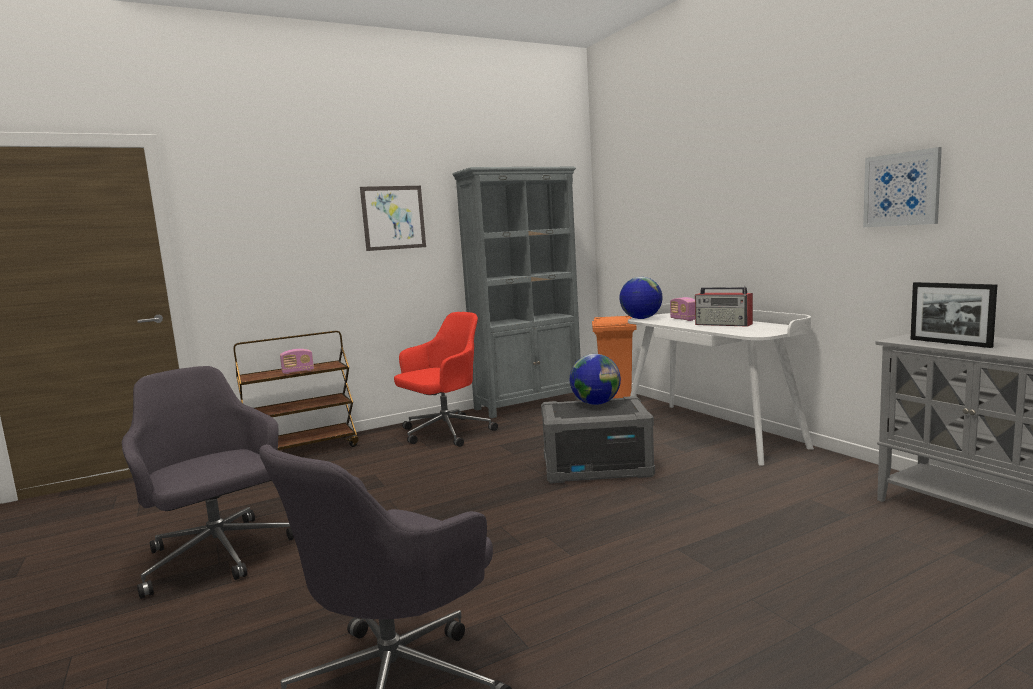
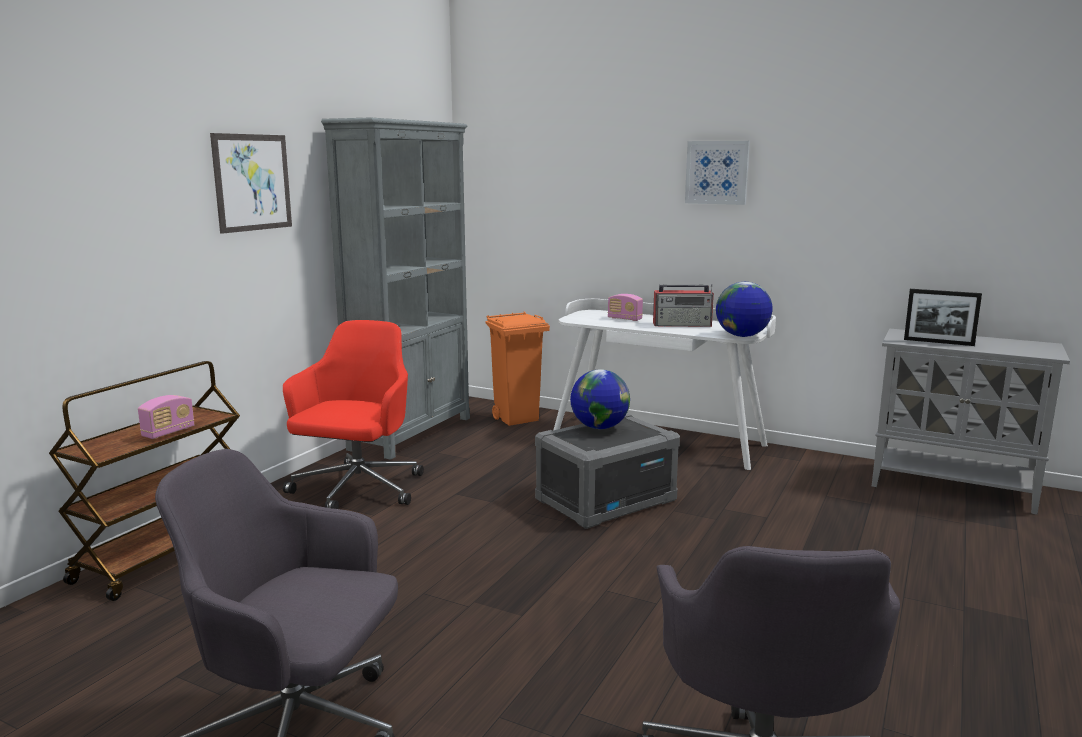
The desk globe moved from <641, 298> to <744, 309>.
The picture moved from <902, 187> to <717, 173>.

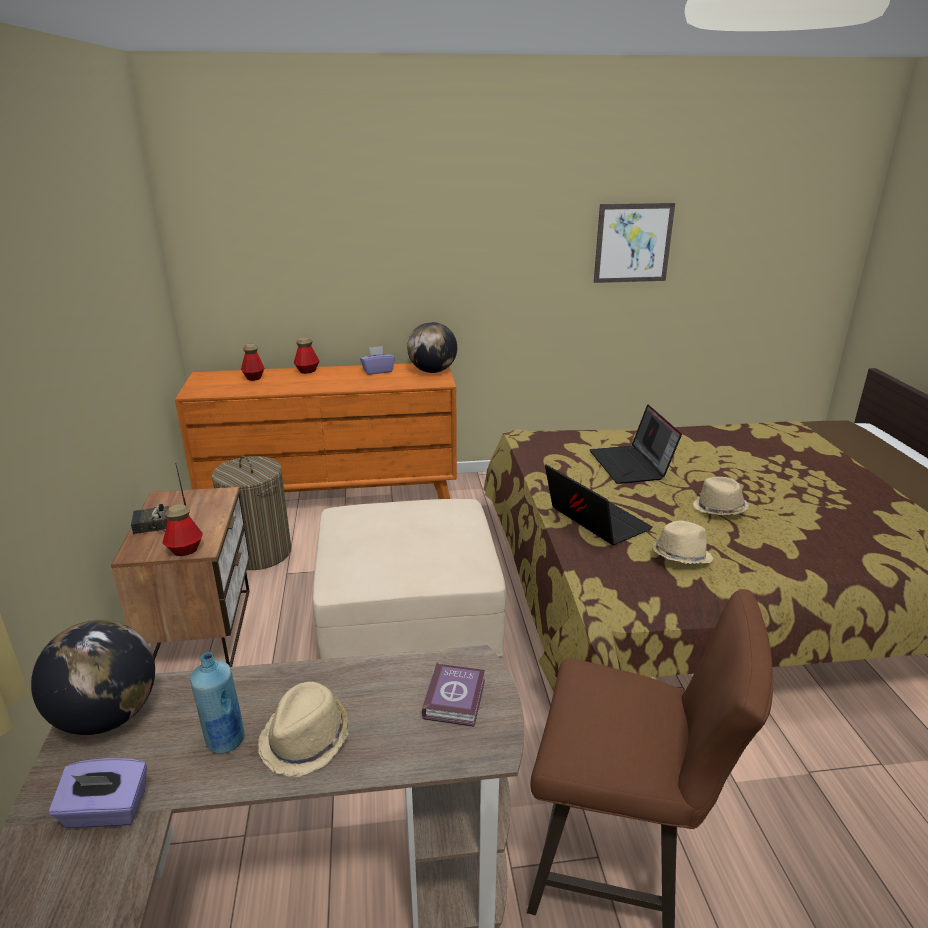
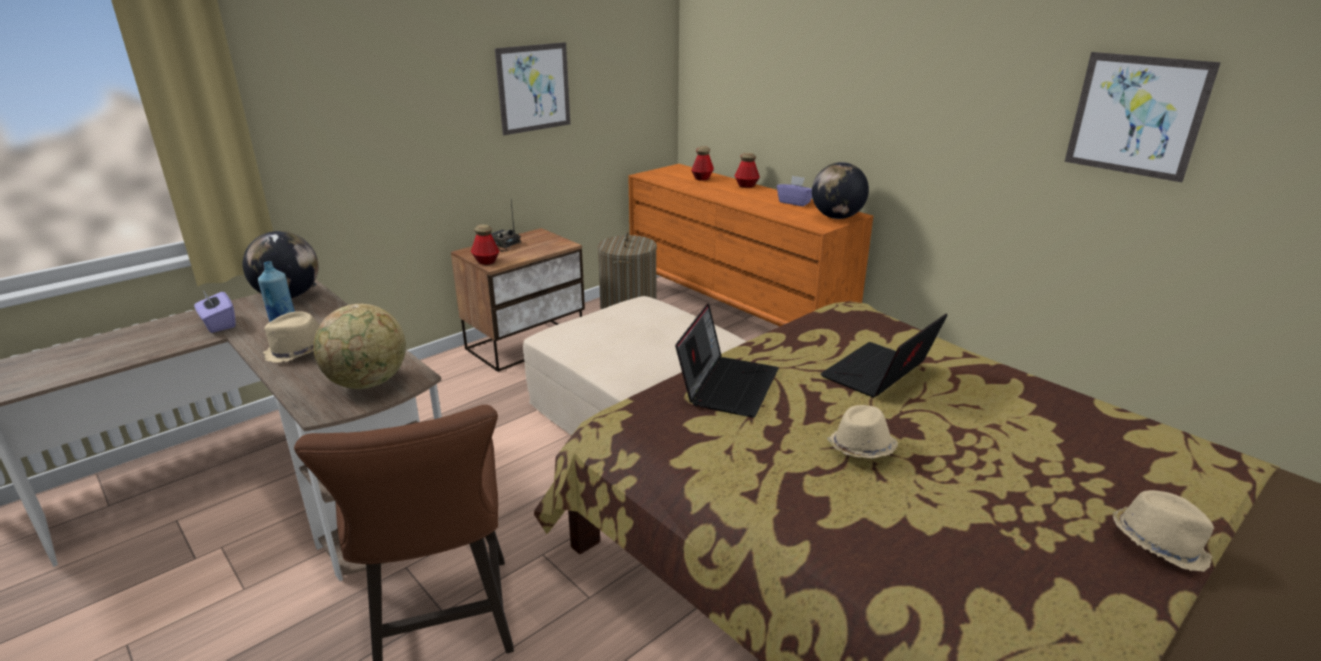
The bound book at <453, 694> was replaced by the desk globe at <359, 346>.
The wearable hat/beige-coloured moved from <683, 542> to <1163, 531>.
The picture at <532, 88> appeared.

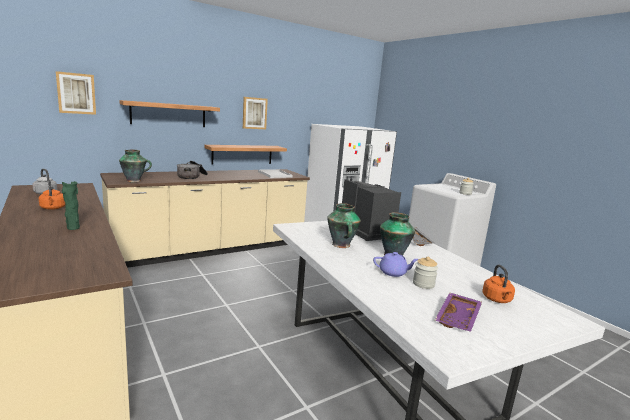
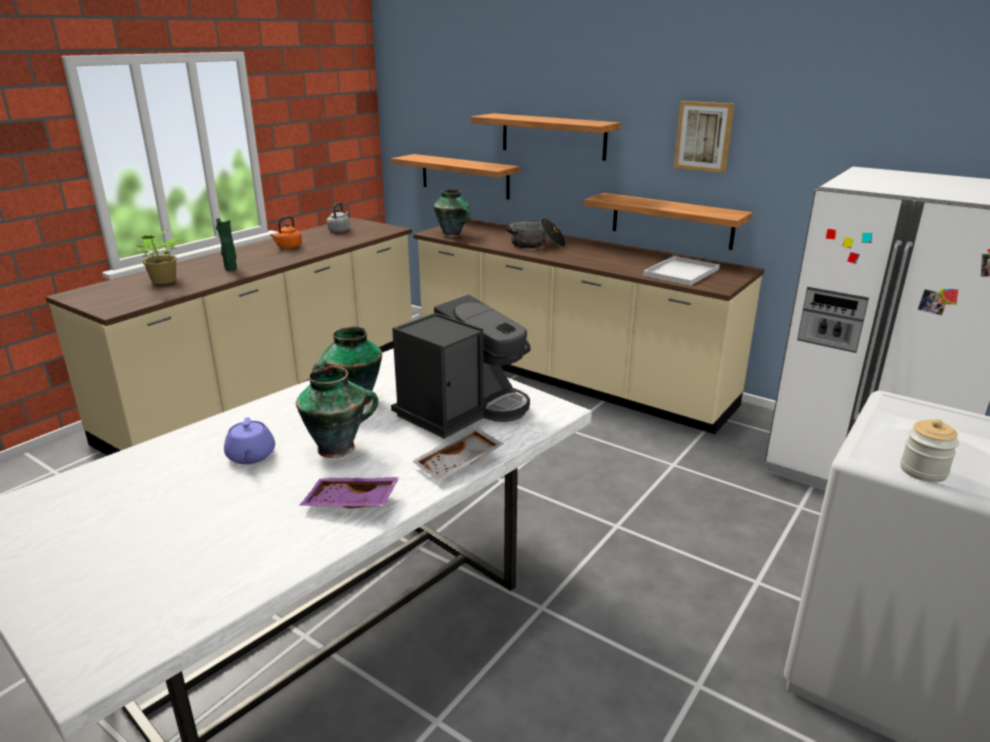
The picture at <76, 93> disappeared.
The preserve jar at <425, 273> disappeared.
The serving tray/purple-coloured moved from <458, 312> to <349, 493>.
The water kettle/orange-coloured at <498, 284> disappeared.
The potted plant at <159, 257> appeared.
The wall shelf at <455, 176> appeared.

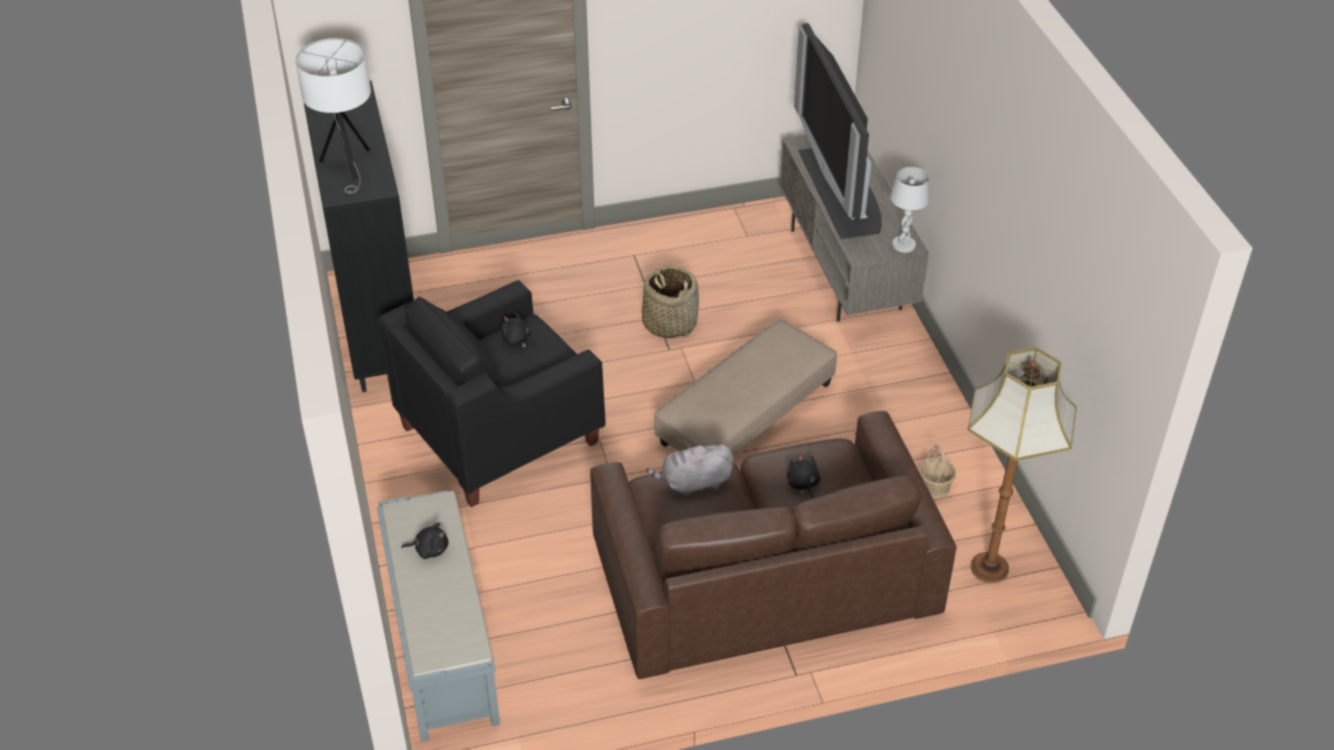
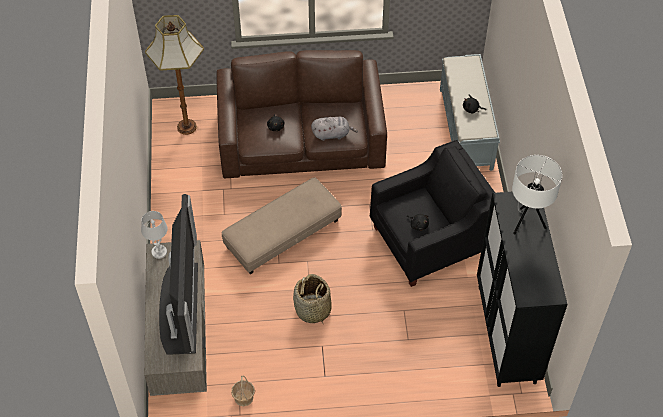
The storage basket moved from <937, 471> to <243, 390>.

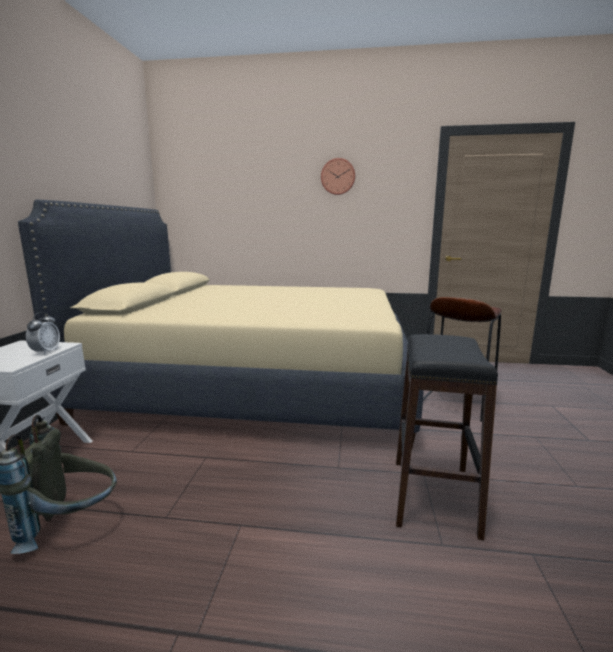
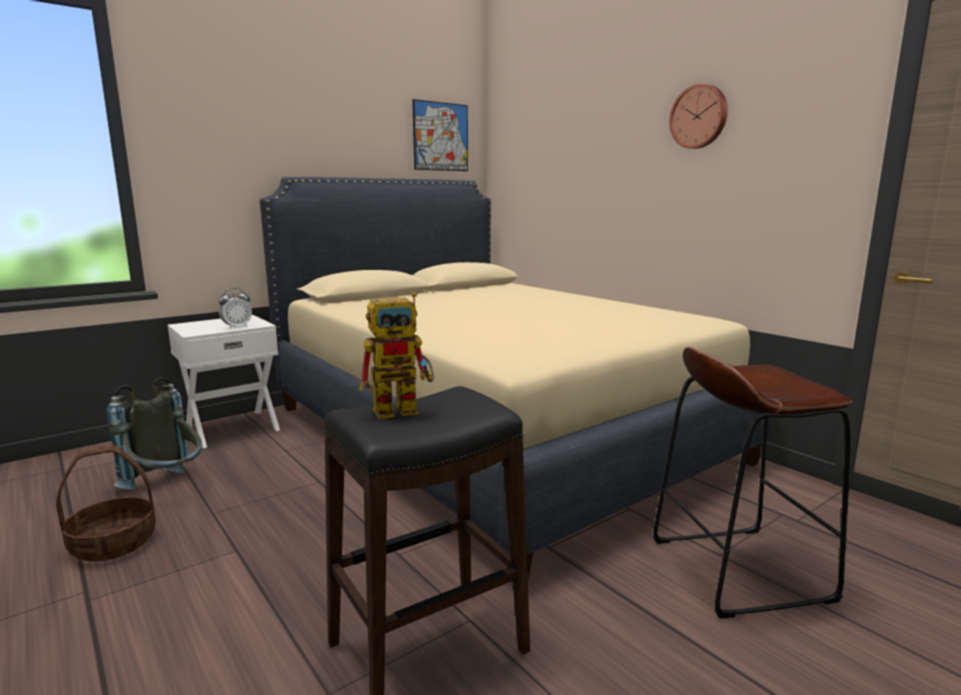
The storage basket at <106, 503> appeared.
The robot figure at <396, 355> appeared.
The picture at <440, 135> appeared.

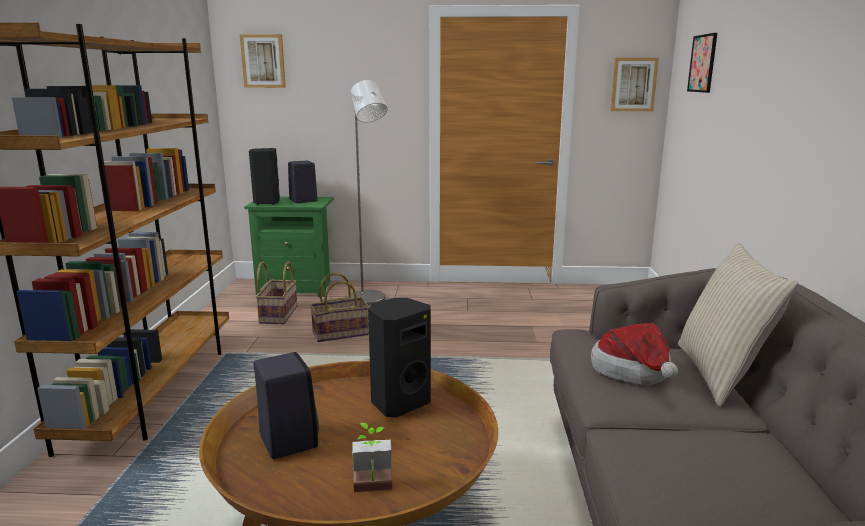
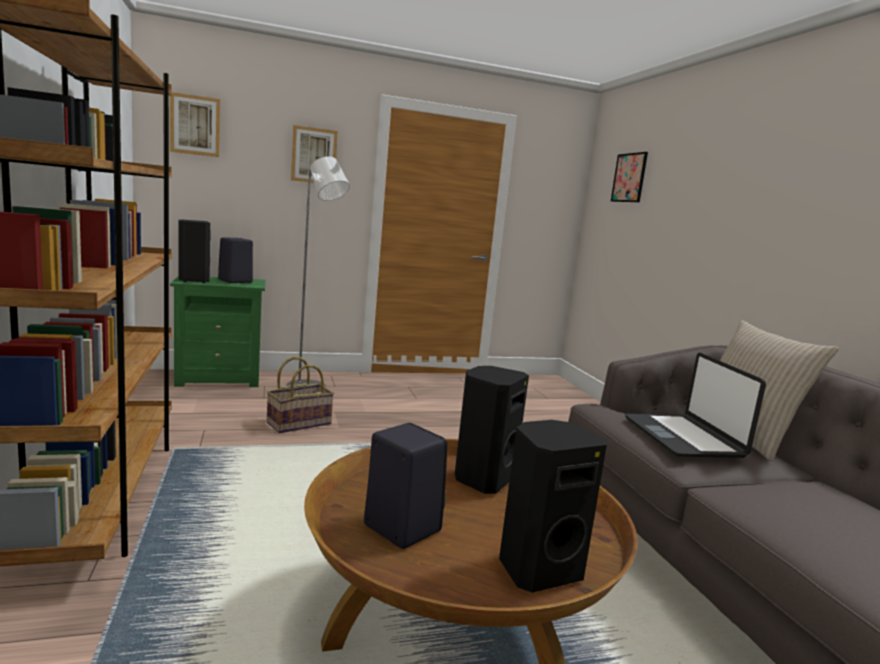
The storage basket at <276, 292> disappeared.
The potted plant at <372, 457> was replaced by the audio speaker/blackish at <553, 506>.
The wearable hat at <634, 354> was replaced by the notebook computer at <695, 405>.
The picture moved from <634, 84> to <314, 154>.

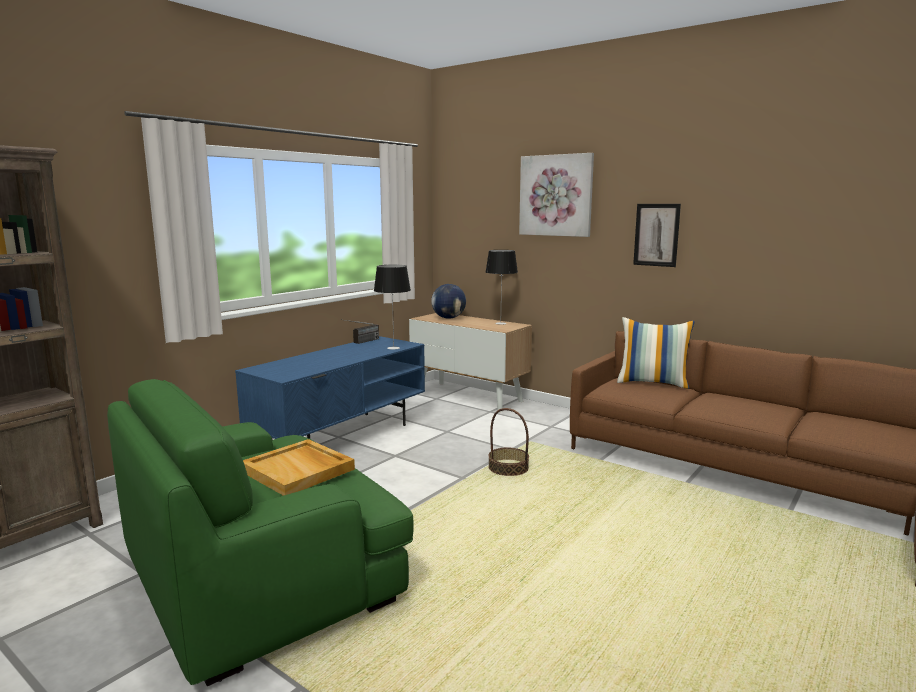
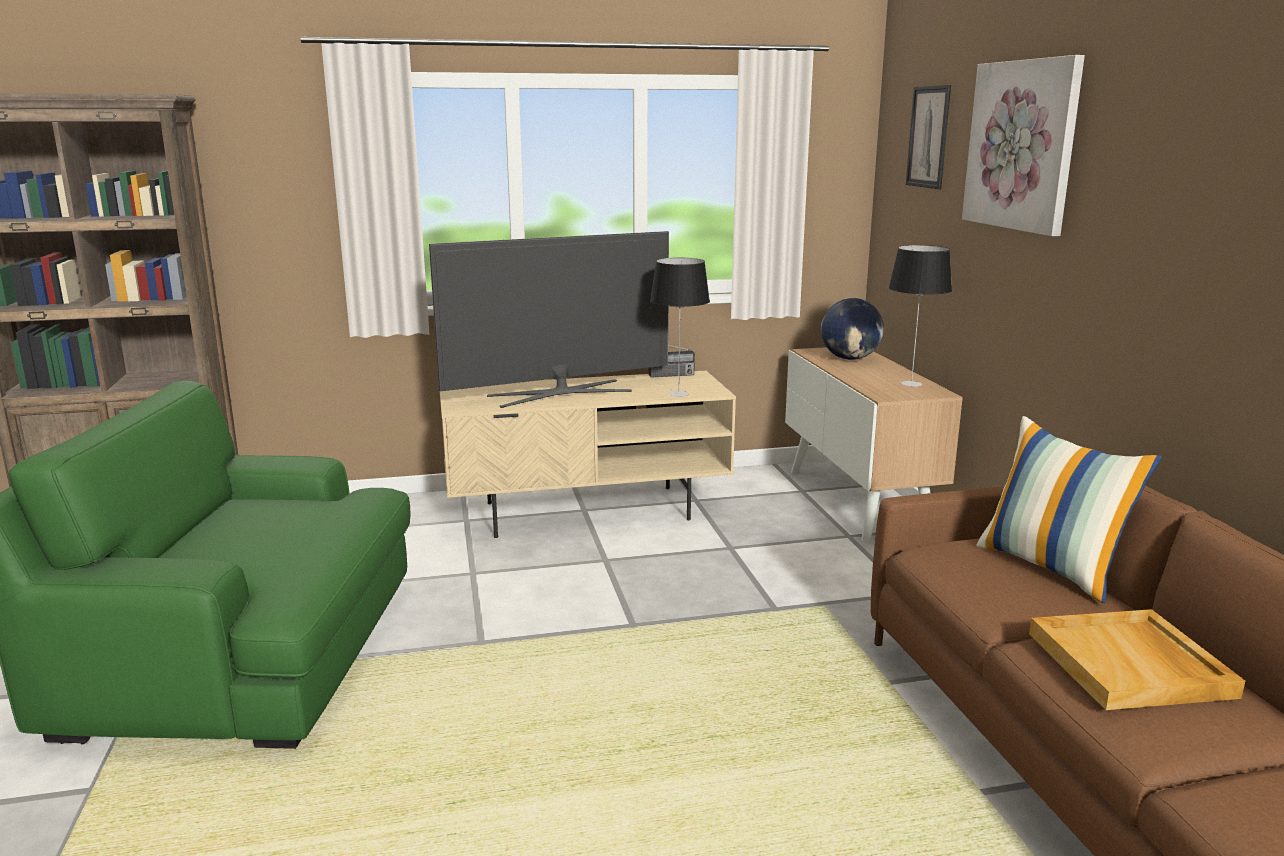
The tv stand/blue at <330, 388> became the tv stand/beige-coloured at <588, 454>.
The serving tray/beige-coloured moved from <299, 467> to <1137, 659>.
The storage basket at <508, 442> disappeared.
The picture moved from <657, 235> to <928, 137>.
The TV at <549, 319> appeared.

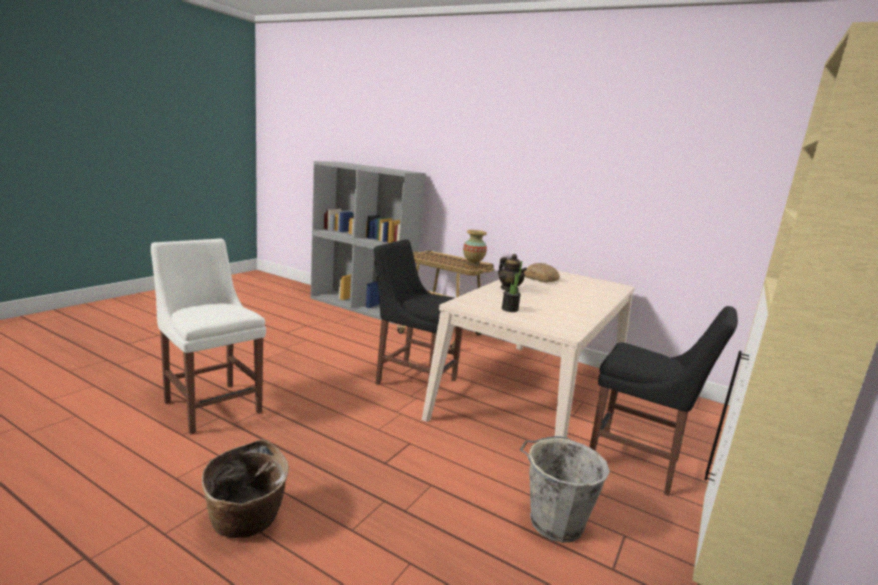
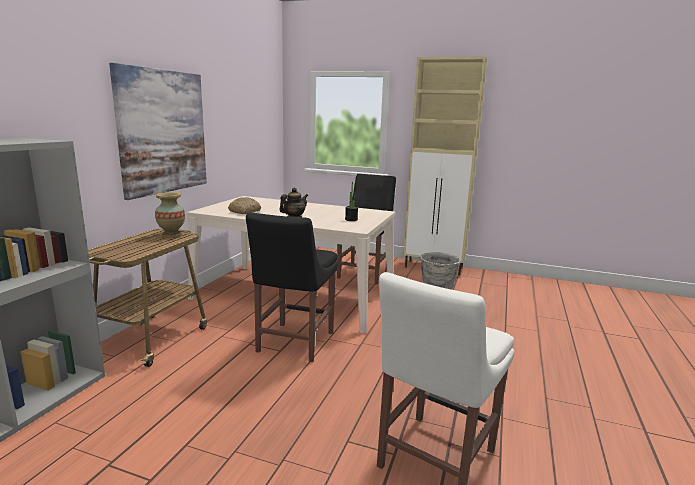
The storage basket at <245, 488> disappeared.
The picture at <158, 131> appeared.

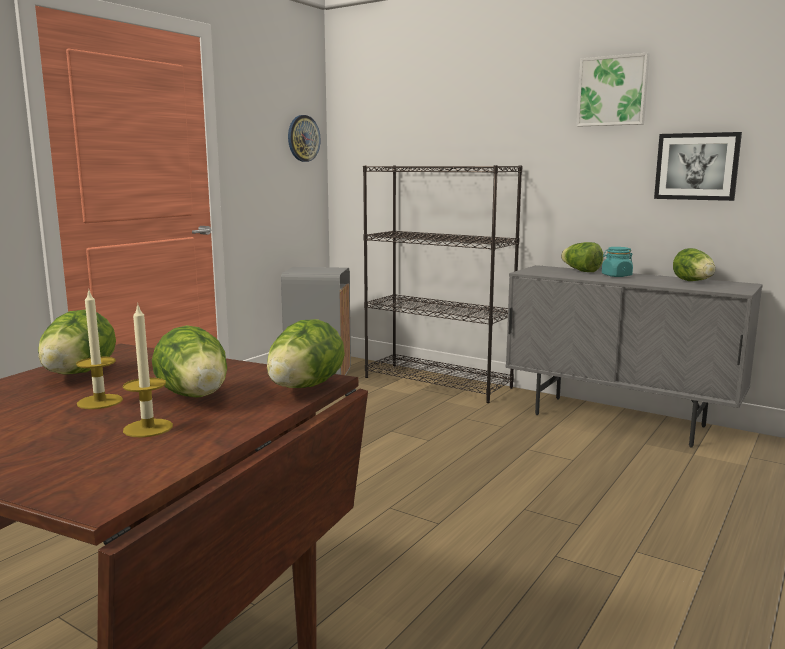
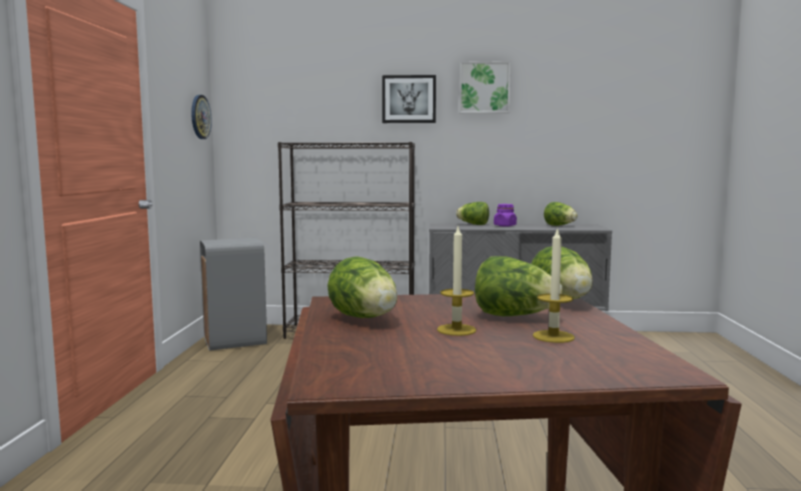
The preserve jar/blue-green at <617, 262> became the preserve jar/purple-coloured at <505, 215>.
The picture moved from <698, 166> to <409, 99>.

